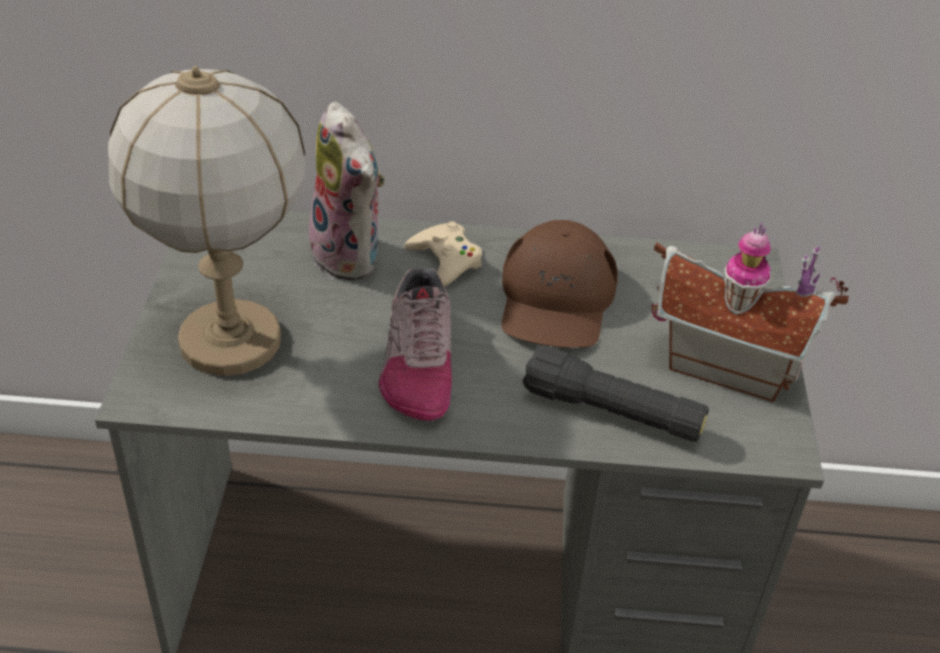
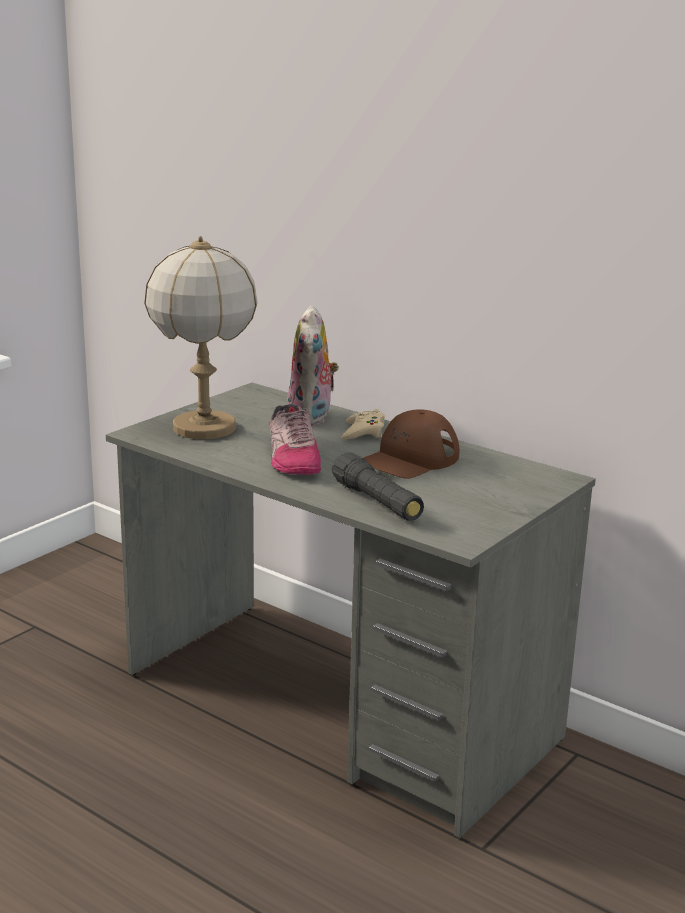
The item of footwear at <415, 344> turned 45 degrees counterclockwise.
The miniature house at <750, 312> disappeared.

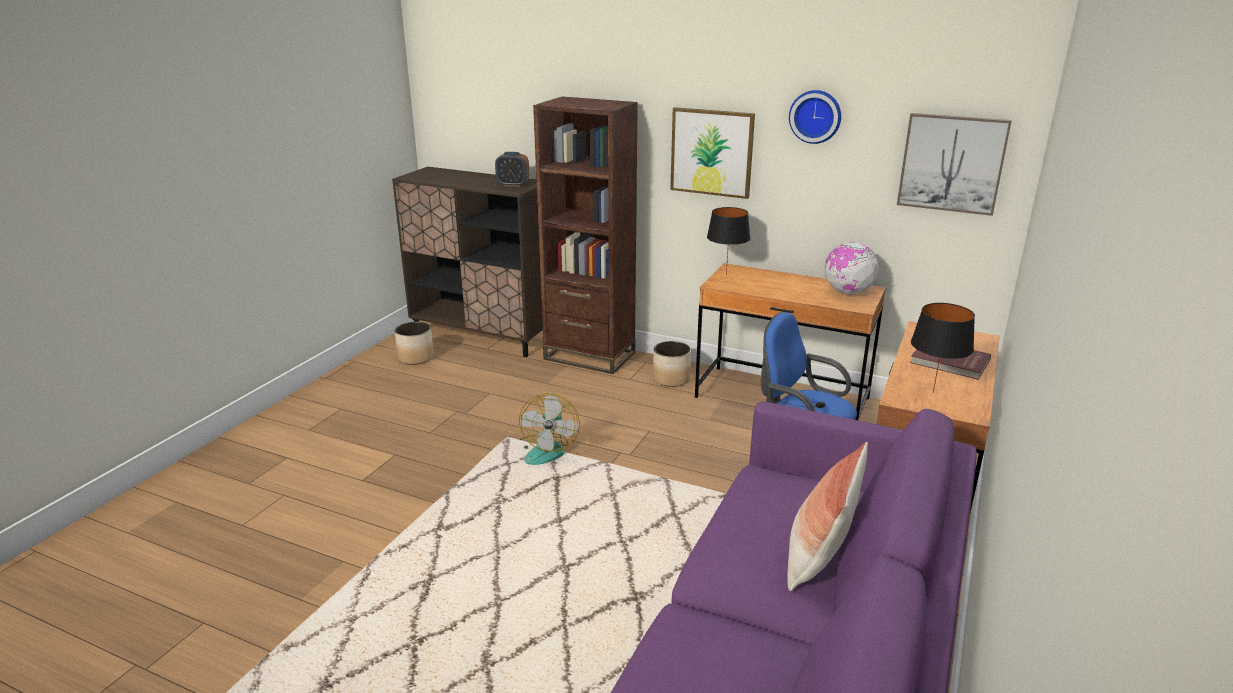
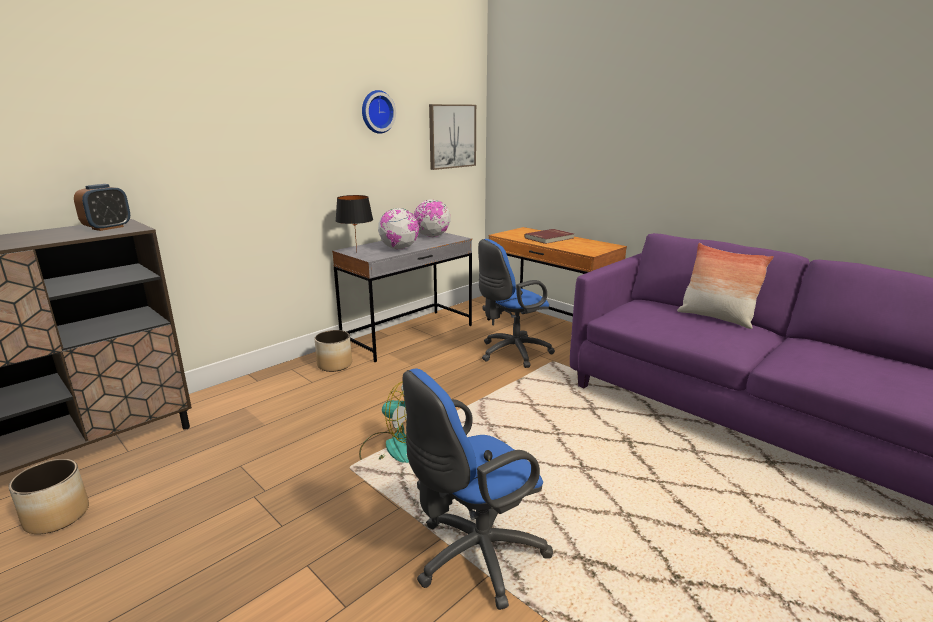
The bookshelf/brownish at <585, 235> disappeared.
The picture at <712, 153> disappeared.
The desk unit/brownish at <790, 341> became the desk unit/greyish at <402, 297>.
The table lamp/blackish at <943, 348> disappeared.
The desk globe at <398, 228> appeared.
The office chair/blue at <478, 489> appeared.

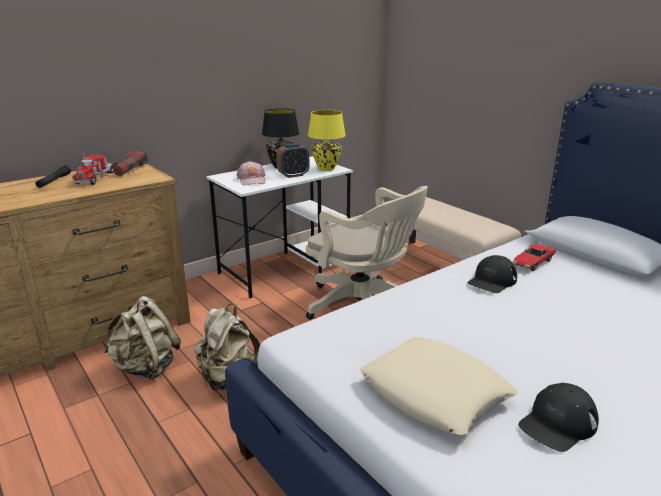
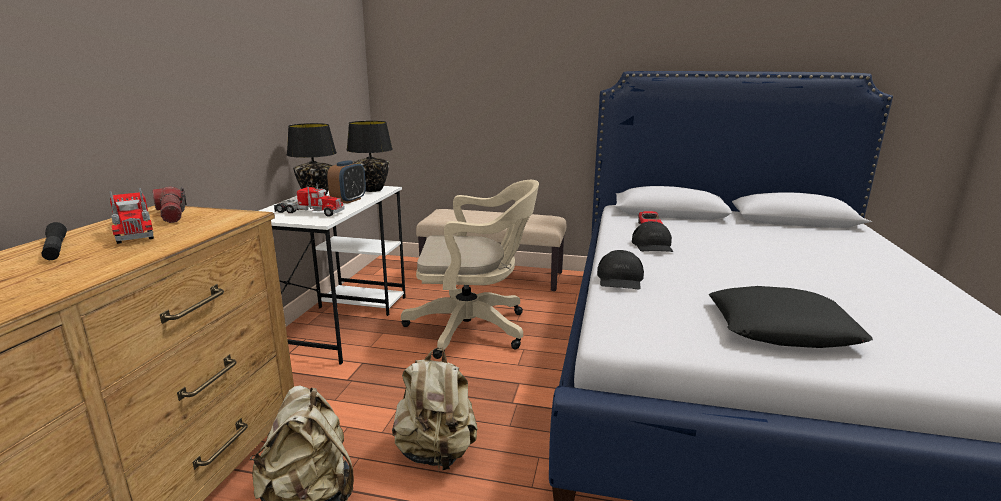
The peaked cap/pink at <251, 173> was replaced by the model truck at <309, 200>.
The table lamp/yellow-coloured at <327, 140> became the table lamp/blackish at <370, 156>.
The cushion/beige-coloured at <438, 386> became the cushion/blackish at <791, 317>.
The peaked cap/blackish moved from <558, 417> to <620, 269>.

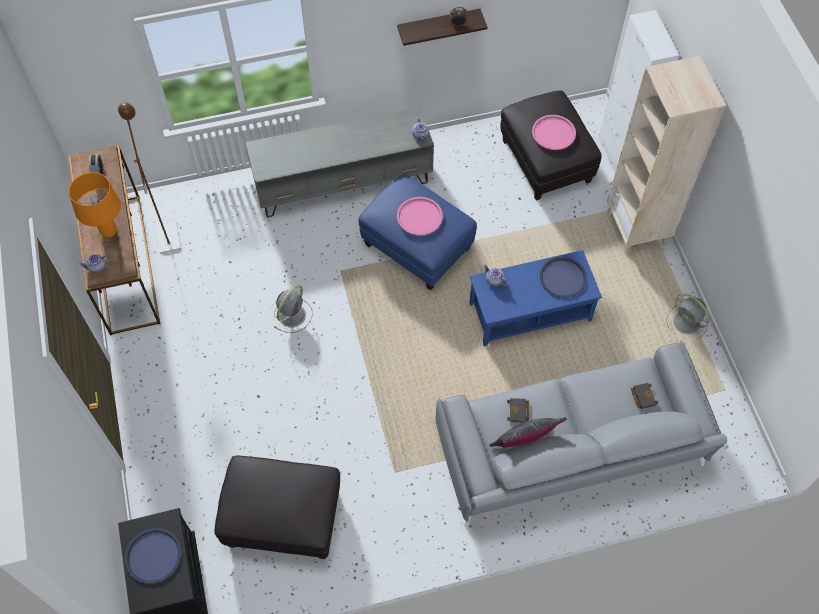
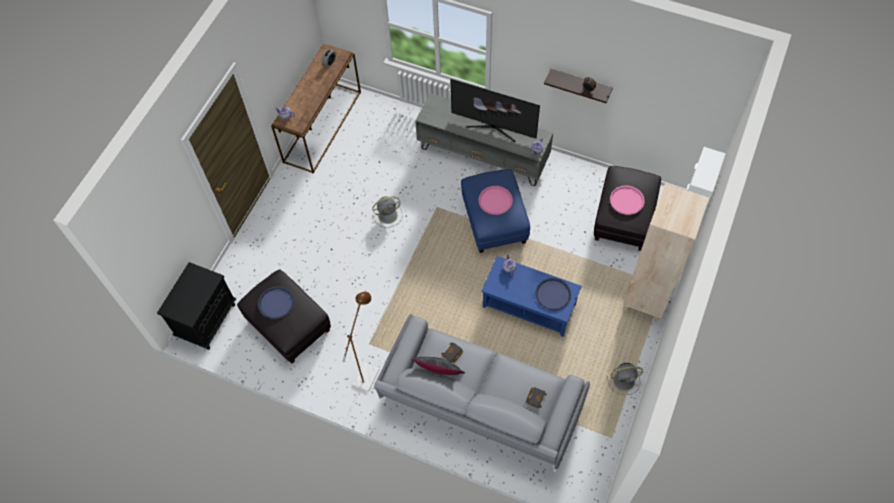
The table lamp/orange-coloured at <95, 204> disappeared.
The standard lamp/brownish moved from <149, 178> to <361, 342>.
The serving tray/blue moved from <153, 556> to <276, 302>.
The fan/greyish at <688, 316> turned 90 degrees counterclockwise.
The TV at <495, 110> appeared.

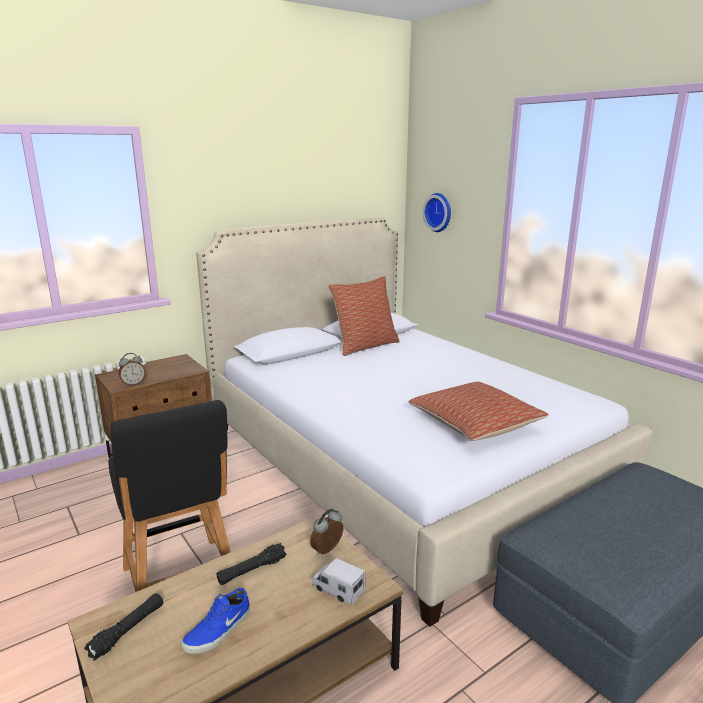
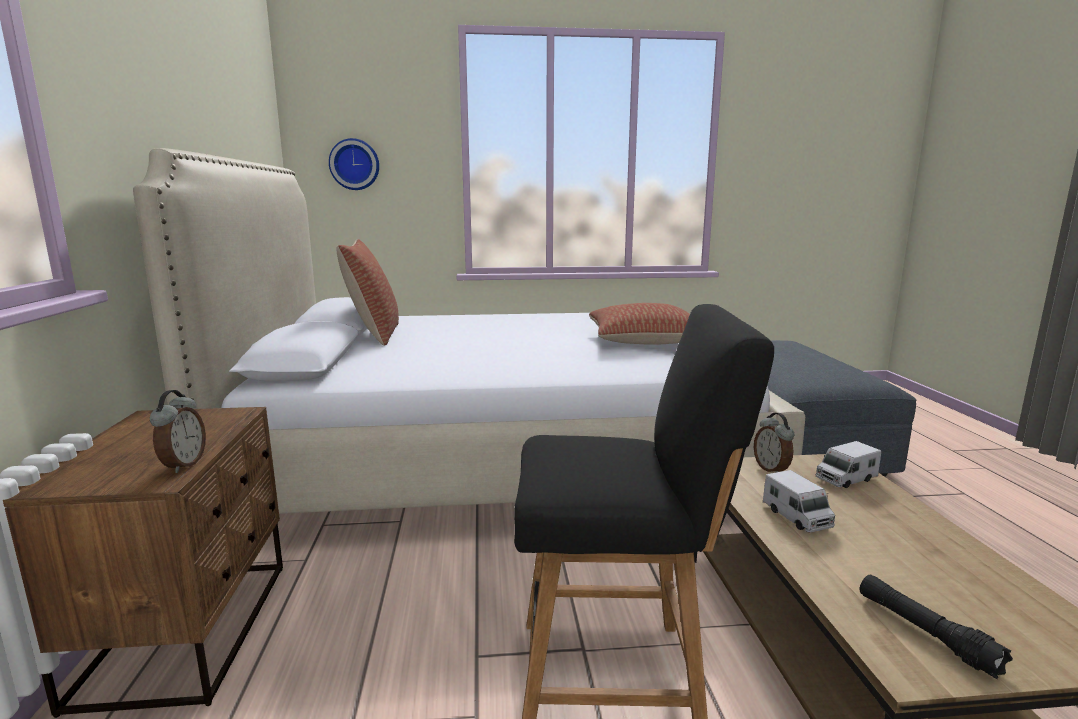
The item of footwear/blue at <215, 621> disappeared.
The torch/blackish at <252, 564> was replaced by the model truck at <799, 501>.

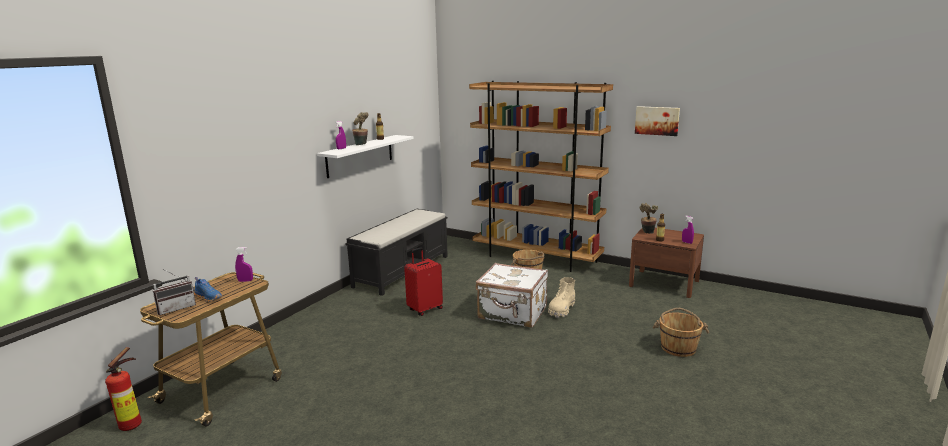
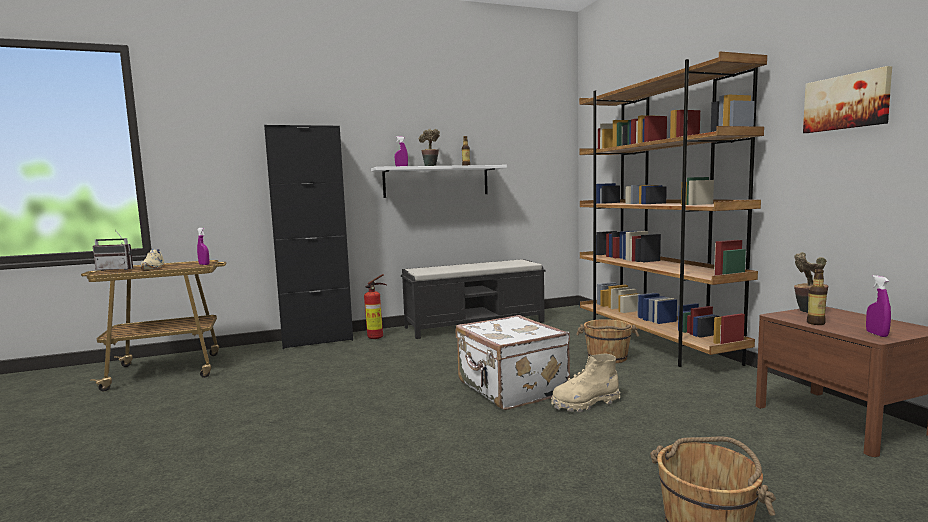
The extinguisher moved from <123, 389> to <375, 306>.
The item of footwear/blue at <208, 289> became the item of footwear/beige-coloured at <153, 259>.
The suitcase/red at <423, 281> disappeared.
The cabinet/blackish at <308, 237> appeared.

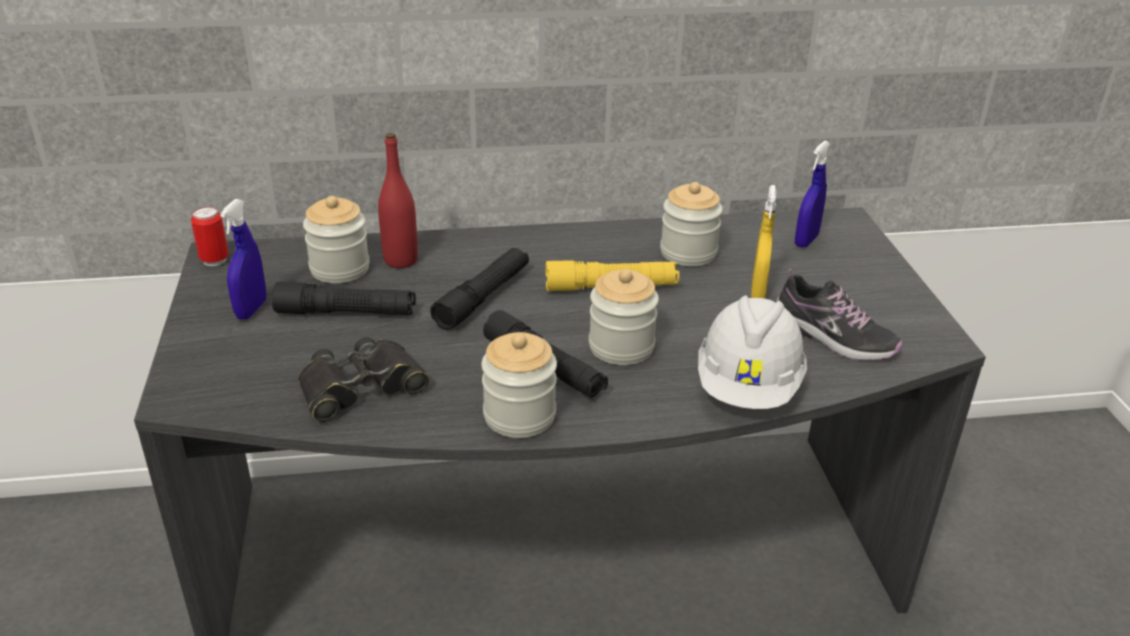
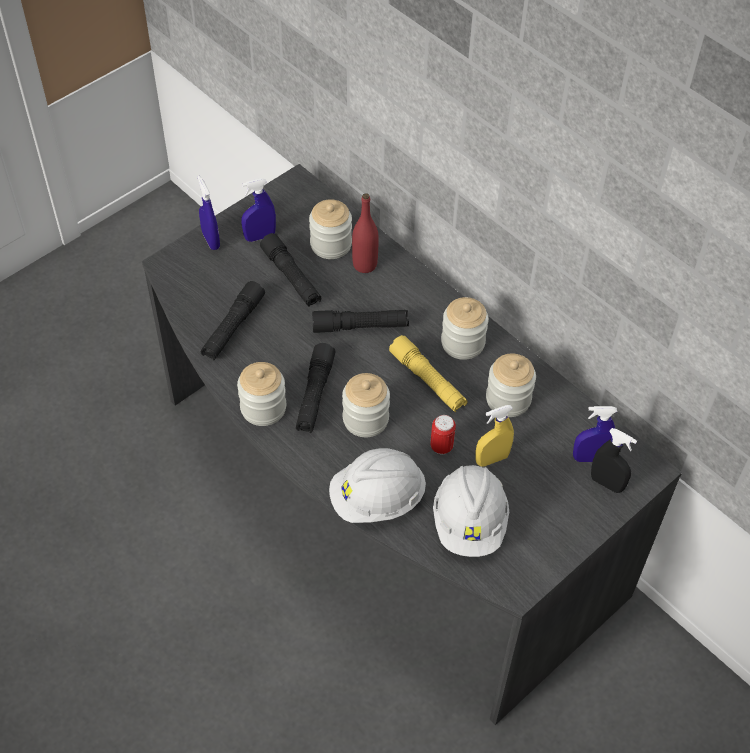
The can moved from <210, 236> to <443, 434>.
The binoculars/blackish at <363, 379> was replaced by the torch/blackish at <232, 321>.
The item of footwear at <840, 315> was replaced by the hard hat/white at <471, 511>.
The spray bottle/blue at <208, 213> appeared.
The preserve jar at <465, 328> appeared.
The spray bottle/blackish at <614, 460> appeared.

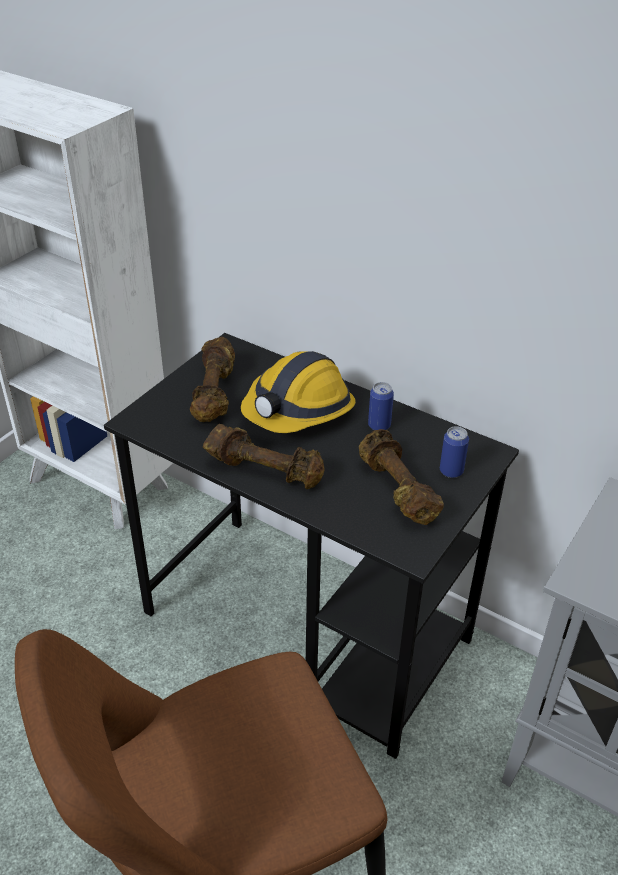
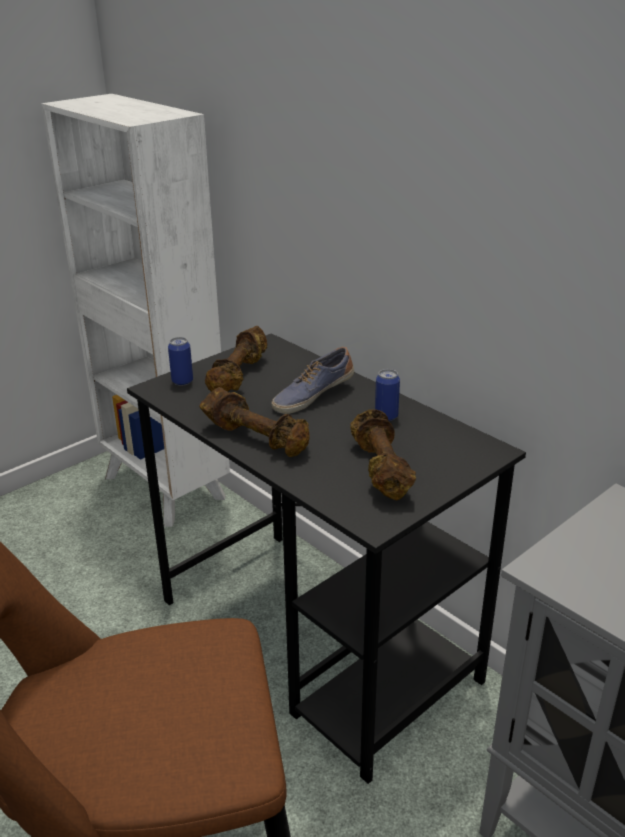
The hard hat at <298, 392> was replaced by the item of footwear at <312, 380>.
The can moved from <454, 452> to <180, 361>.

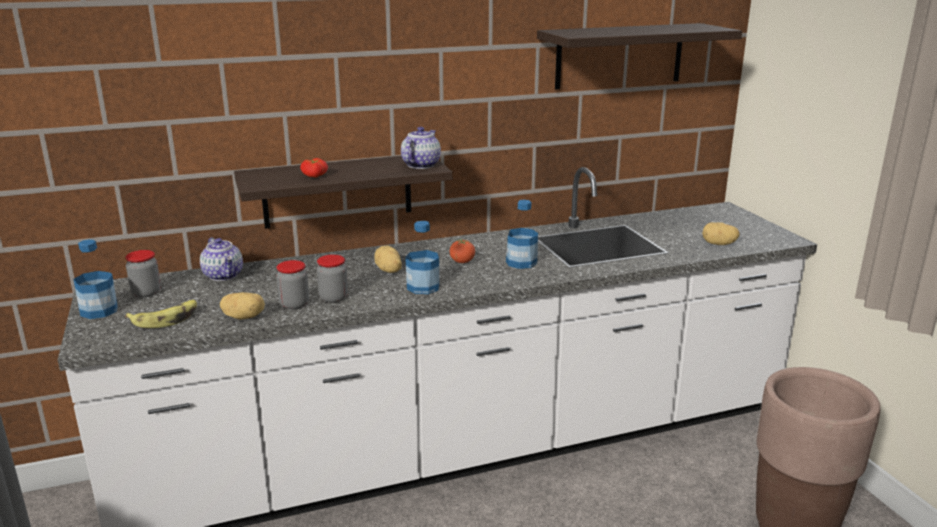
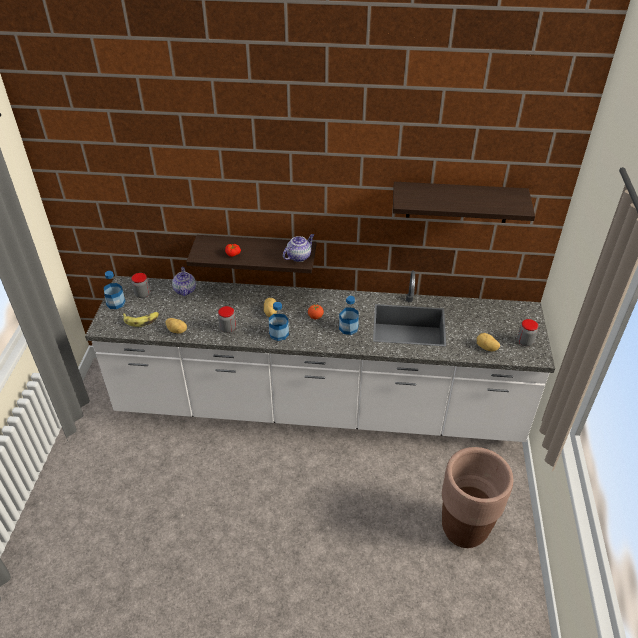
The preserve jar moved from <292, 284> to <527, 332>.

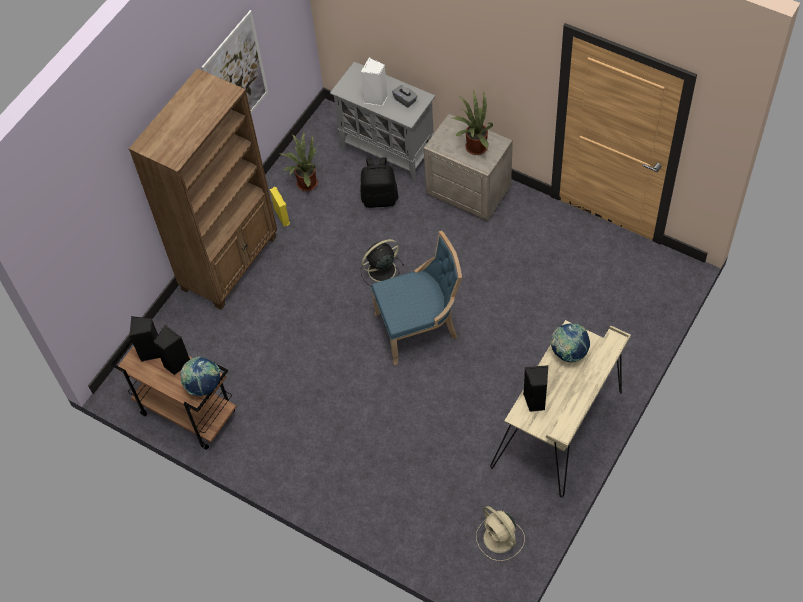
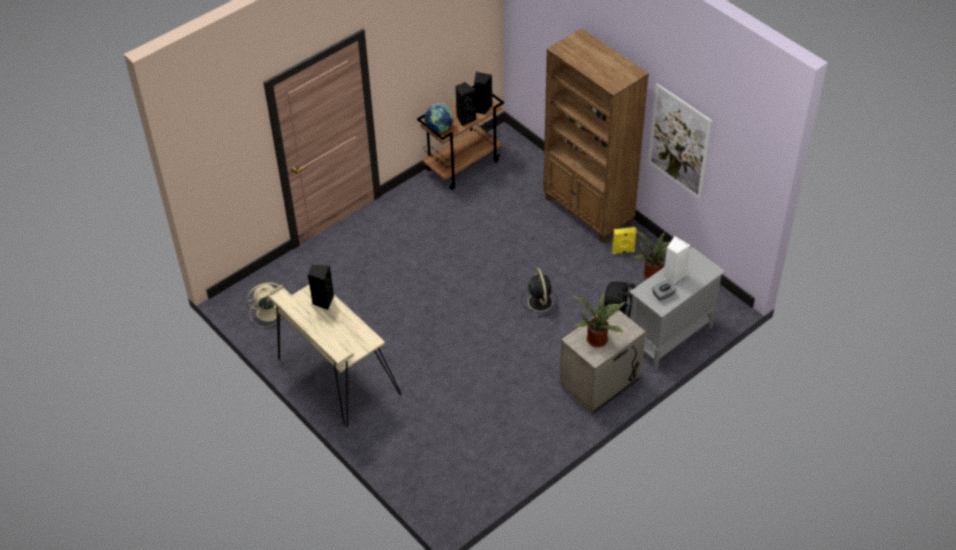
The plain chair/blue at <416, 298> disappeared.
The desk globe at <570, 342> disappeared.

